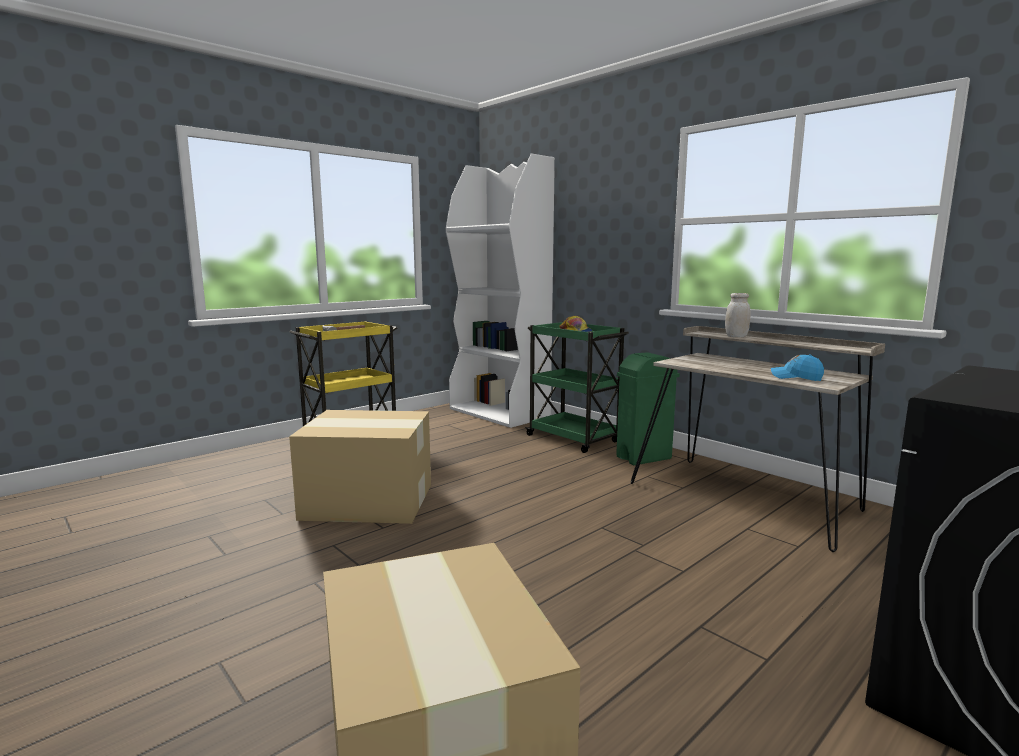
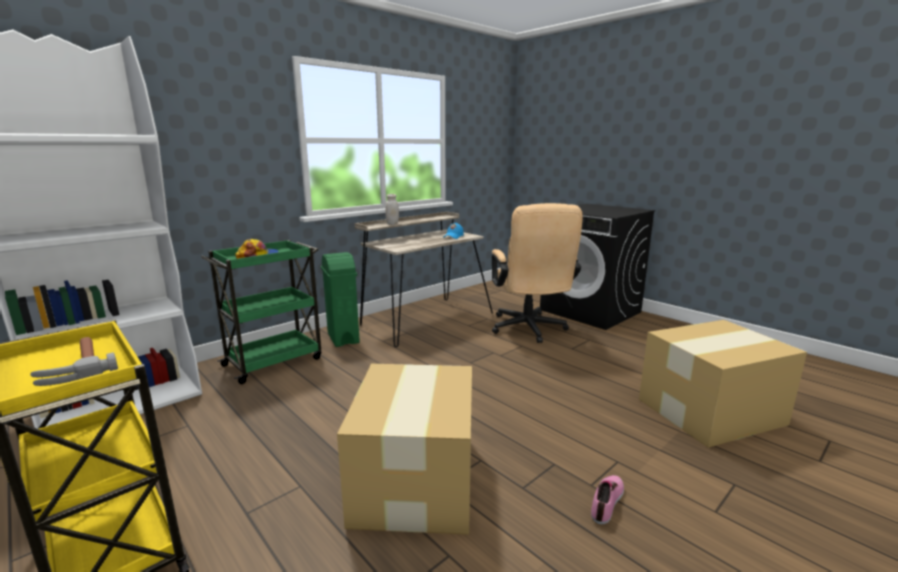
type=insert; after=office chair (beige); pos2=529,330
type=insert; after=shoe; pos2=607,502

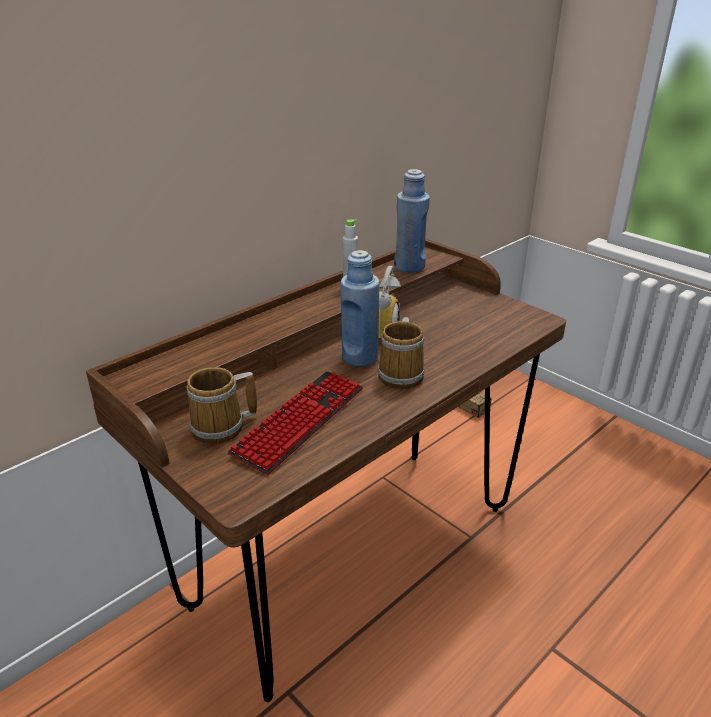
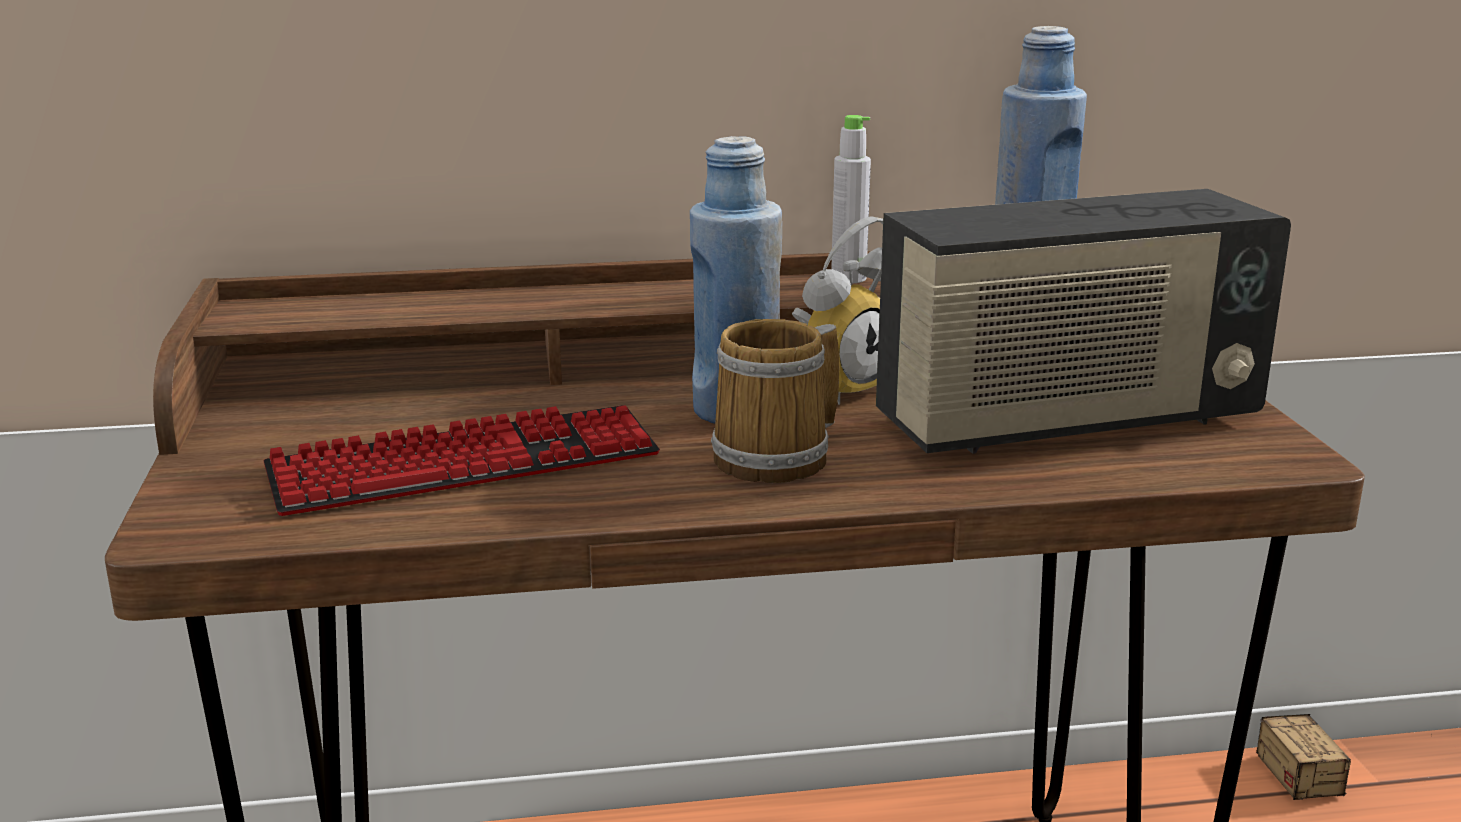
type=delete; before=mug; pos1=222,428
type=insert; after=radio; pos2=1067,423

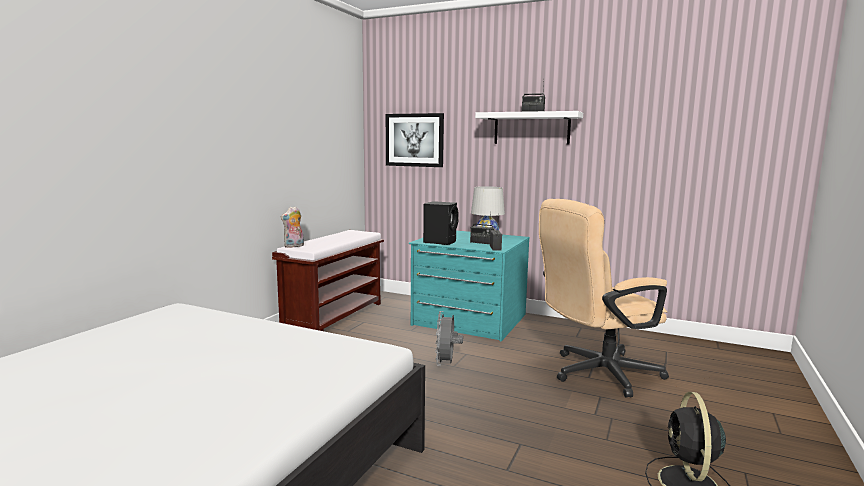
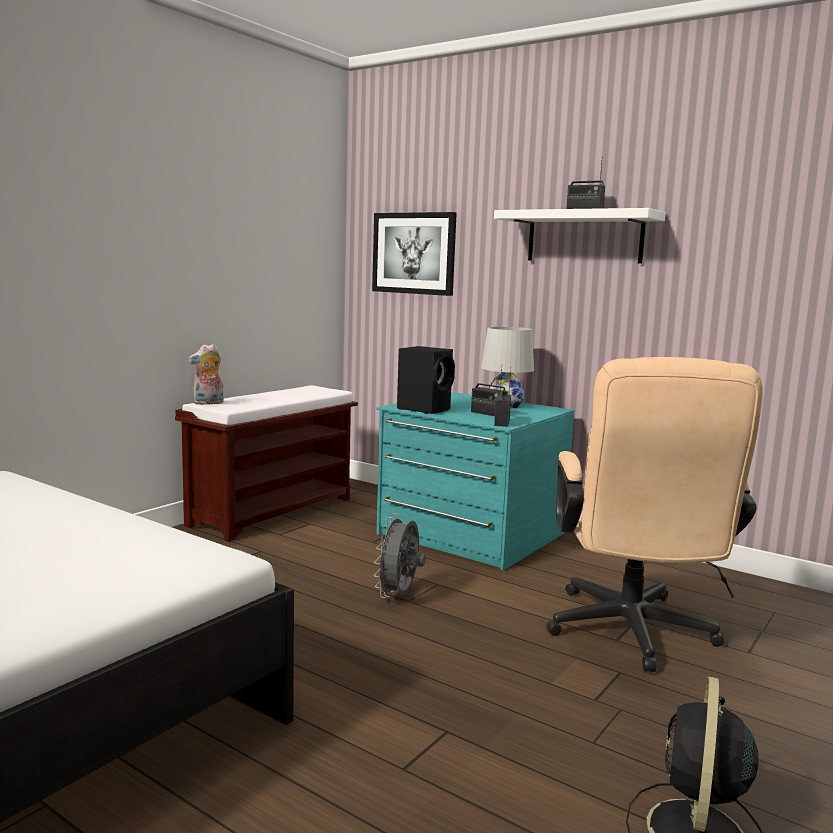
type=rotate; before=office chair (beige); pos1=596,374; pos2=632,636; turn=-75

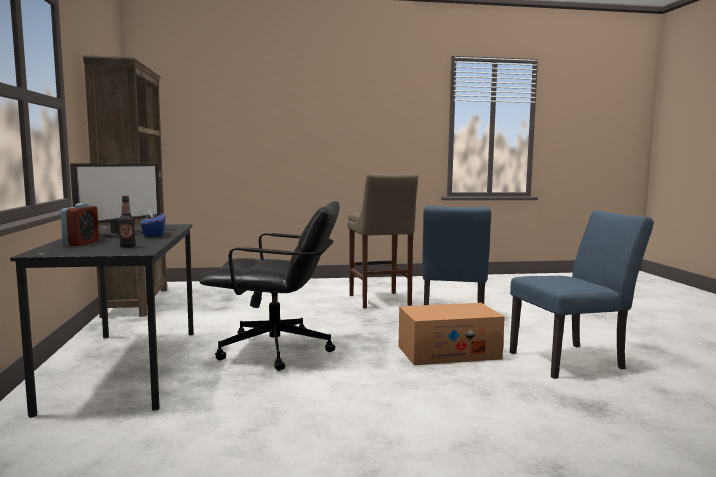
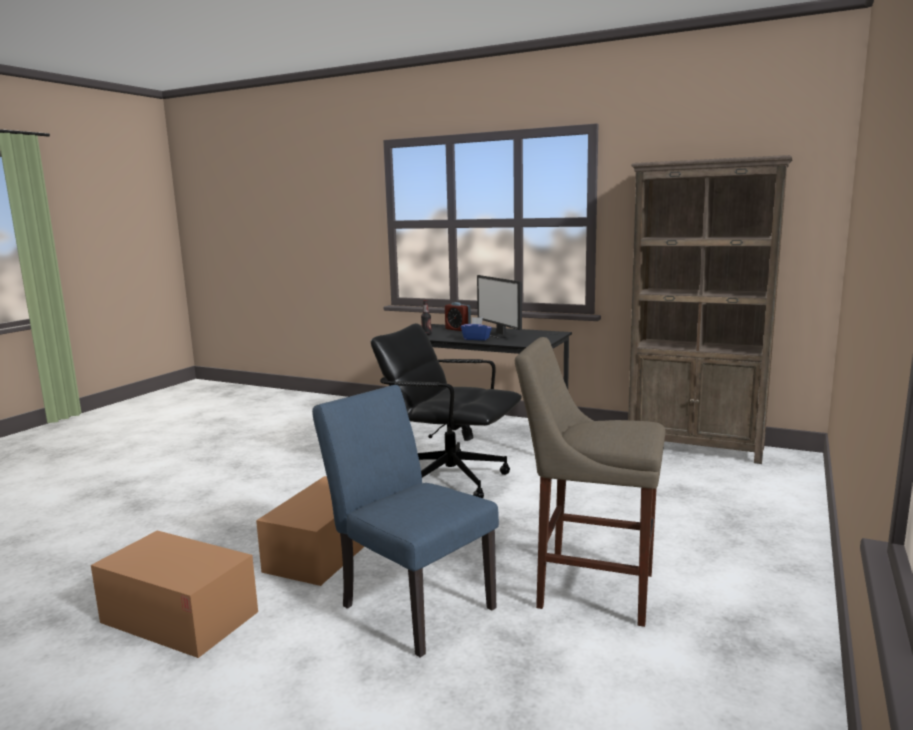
type=rotate; before=office chair (black); pos1=276,350; pos2=449,478; turn=75
type=replace; before=chair (blue); after=cardboard box; pos1=573,360; pos2=179,617

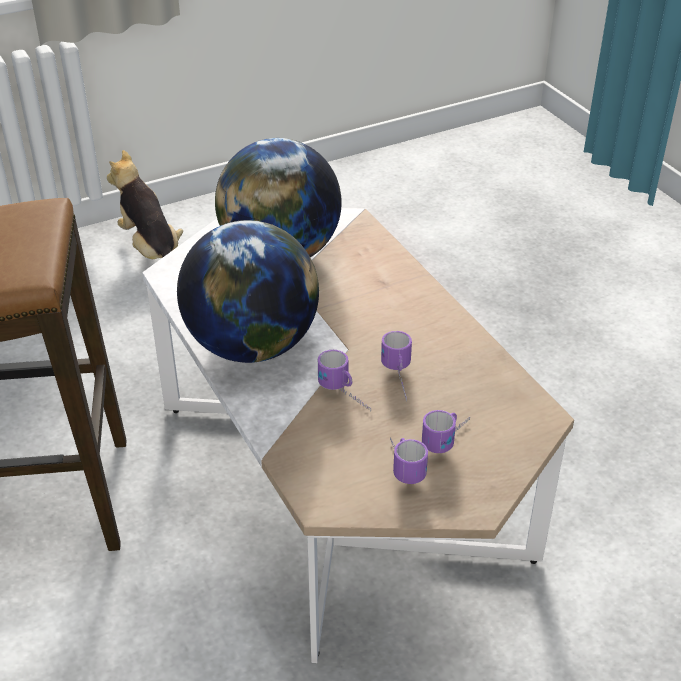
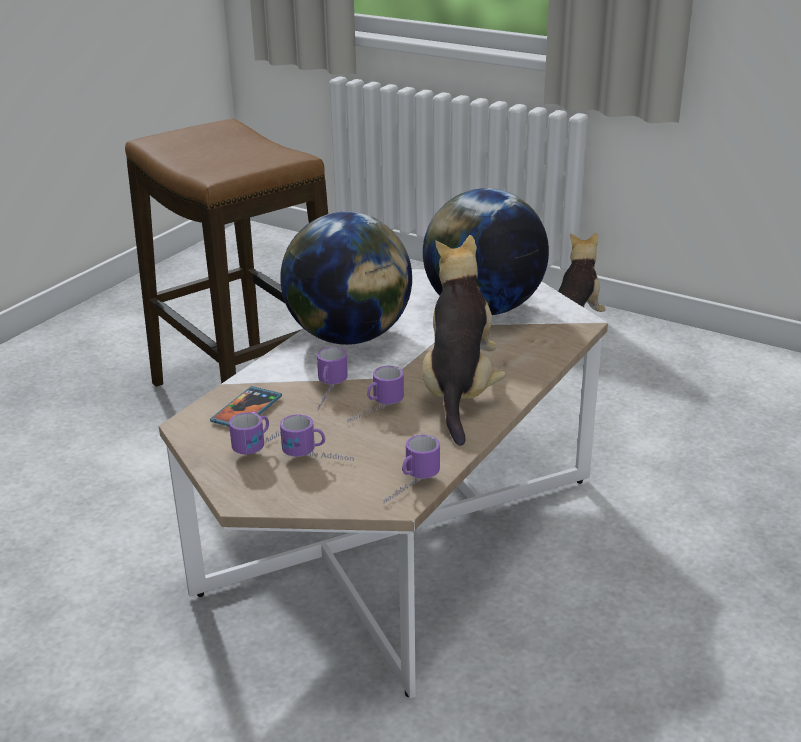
type=insert; after=phone; pos2=246,410
type=insert; after=mug; pos2=409,487
type=insert; after=plush toy; pos2=459,391

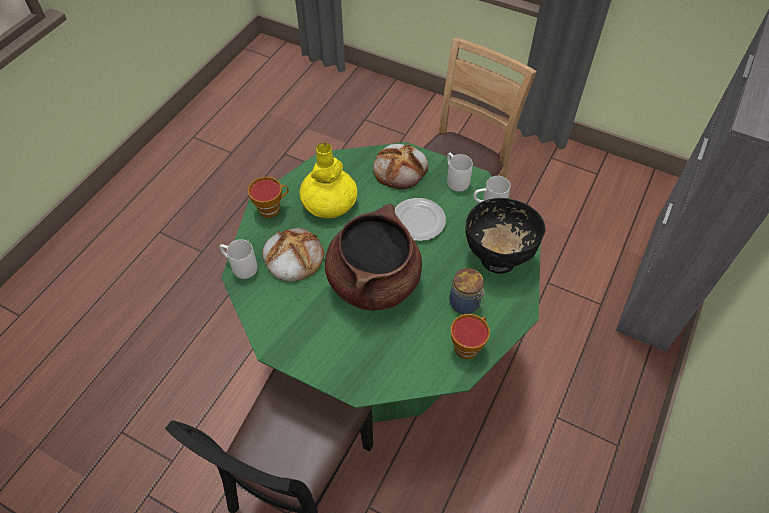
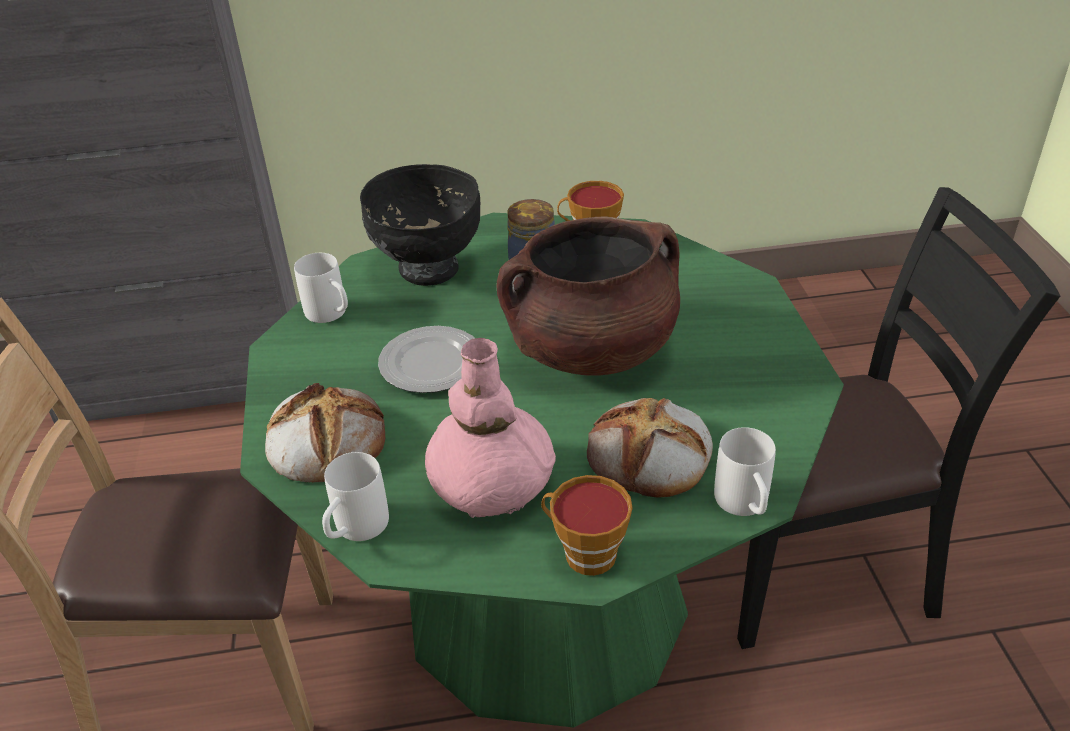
type=recolor; before=vase (yellow); after=vase (pink); pos1=329,202; pos2=491,484
type=move; before=mug (white); pos1=455,179; pos2=355,531

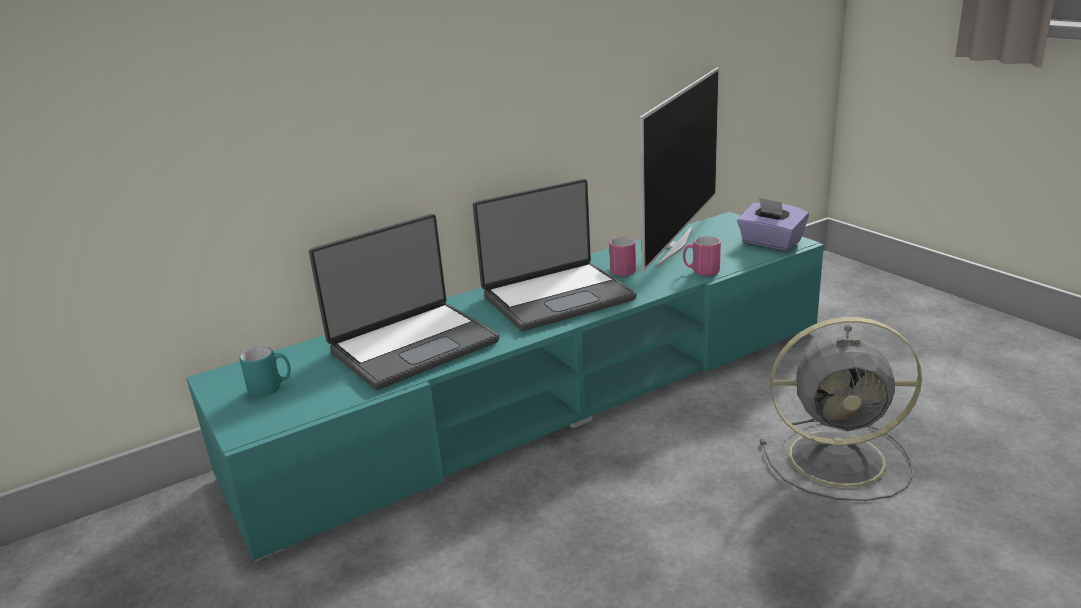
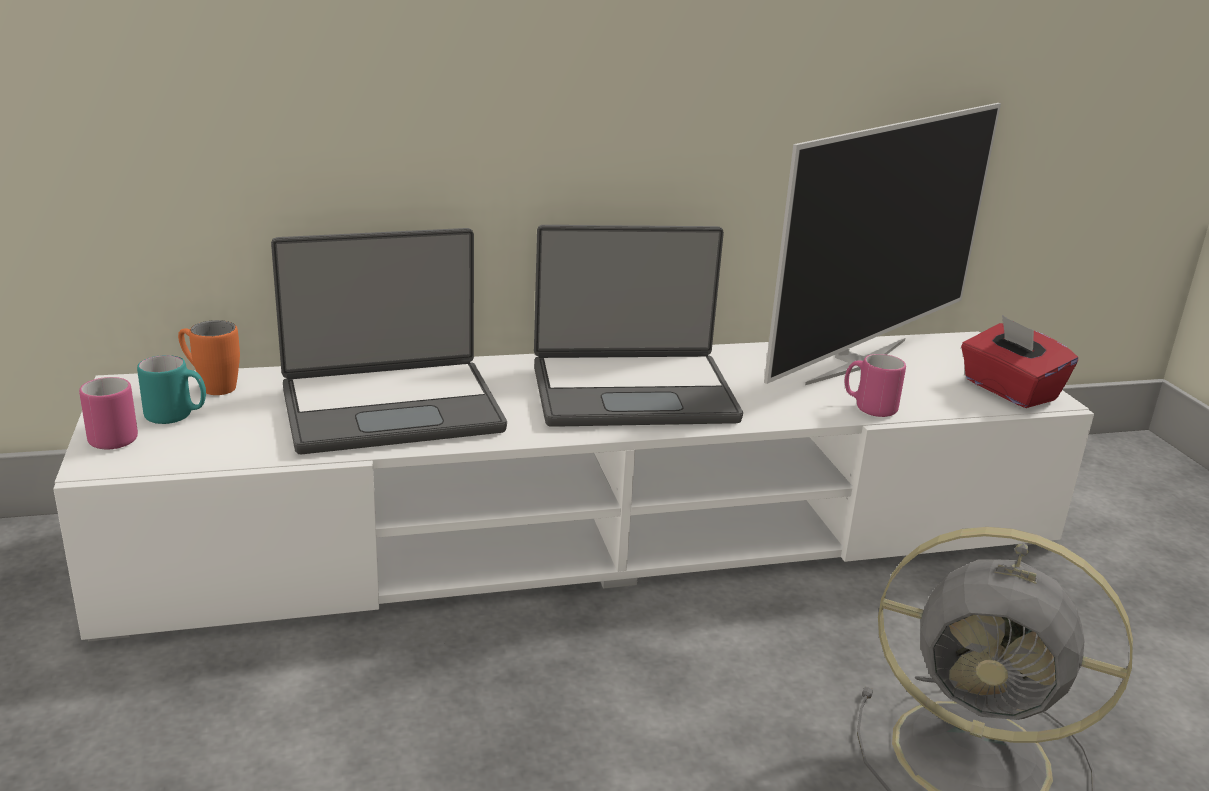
type=recolor; before=tv stand (turquoise); after=tv stand (white); pos1=548,396; pos2=599,533
type=move; before=mug (pink); pos1=620,270; pos2=115,436
type=recolor; before=tissue box (purple); after=tissue box (red); pos1=770,242; pos2=1009,391
type=insert; after=mug (orange); pos2=210,386

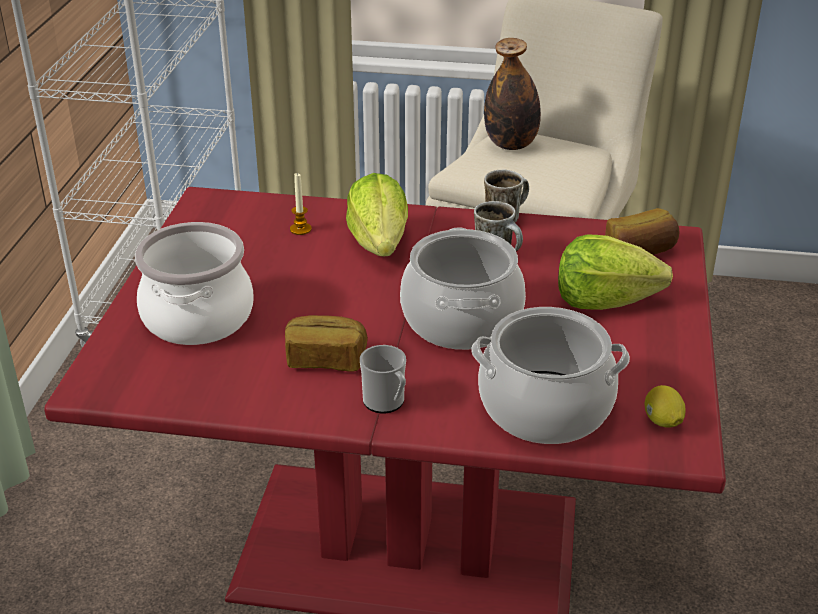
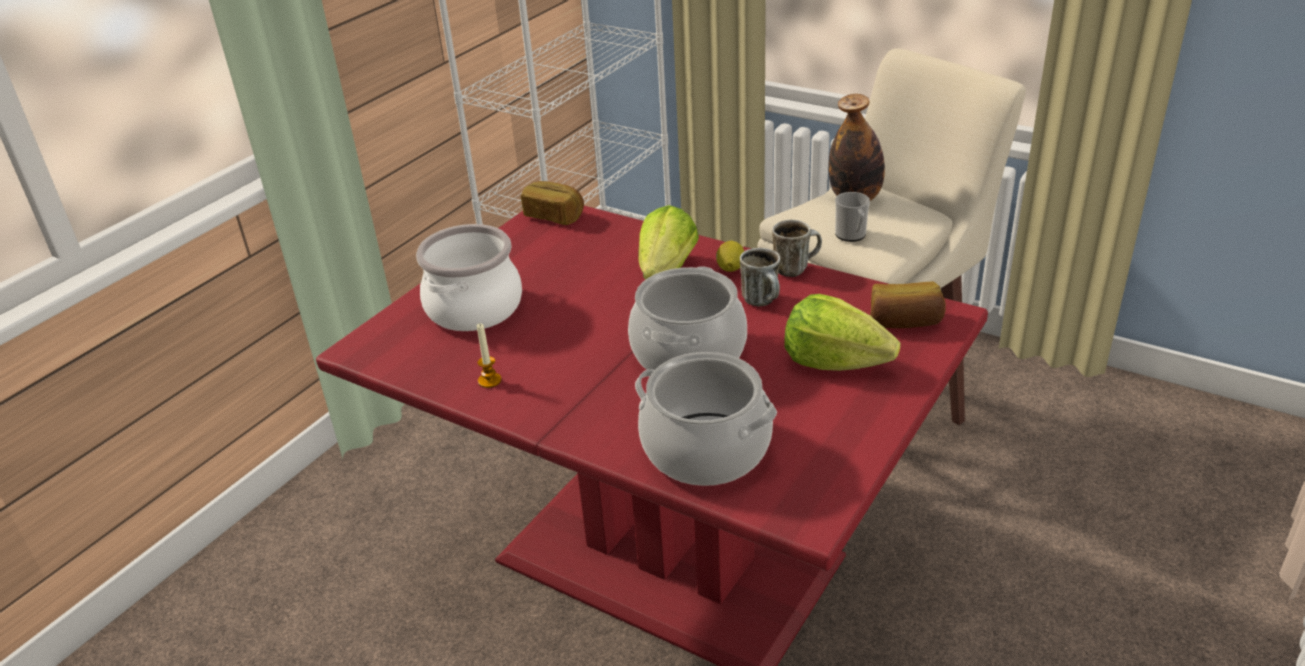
type=move; before=bread; pos1=326,359; pos2=554,216
type=move; before=candle; pos1=300,229; pos2=489,380
type=move; before=mug; pos1=386,403; pos2=852,236
type=move; before=lemon; pos1=662,422; pos2=730,269

